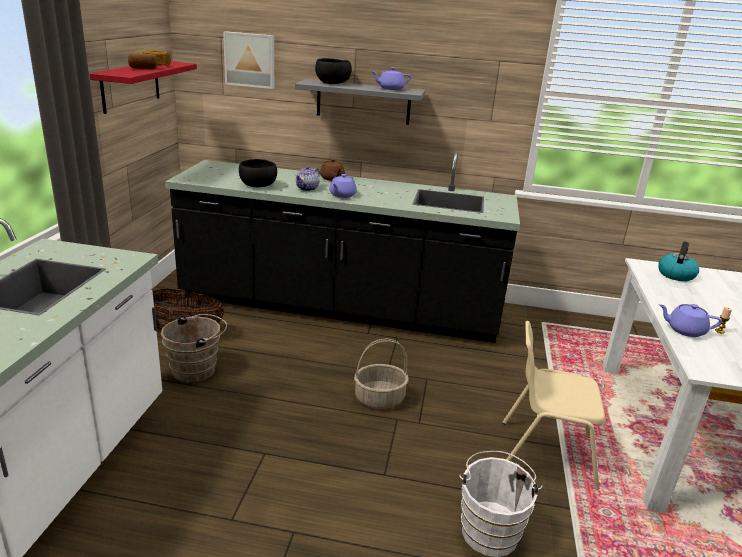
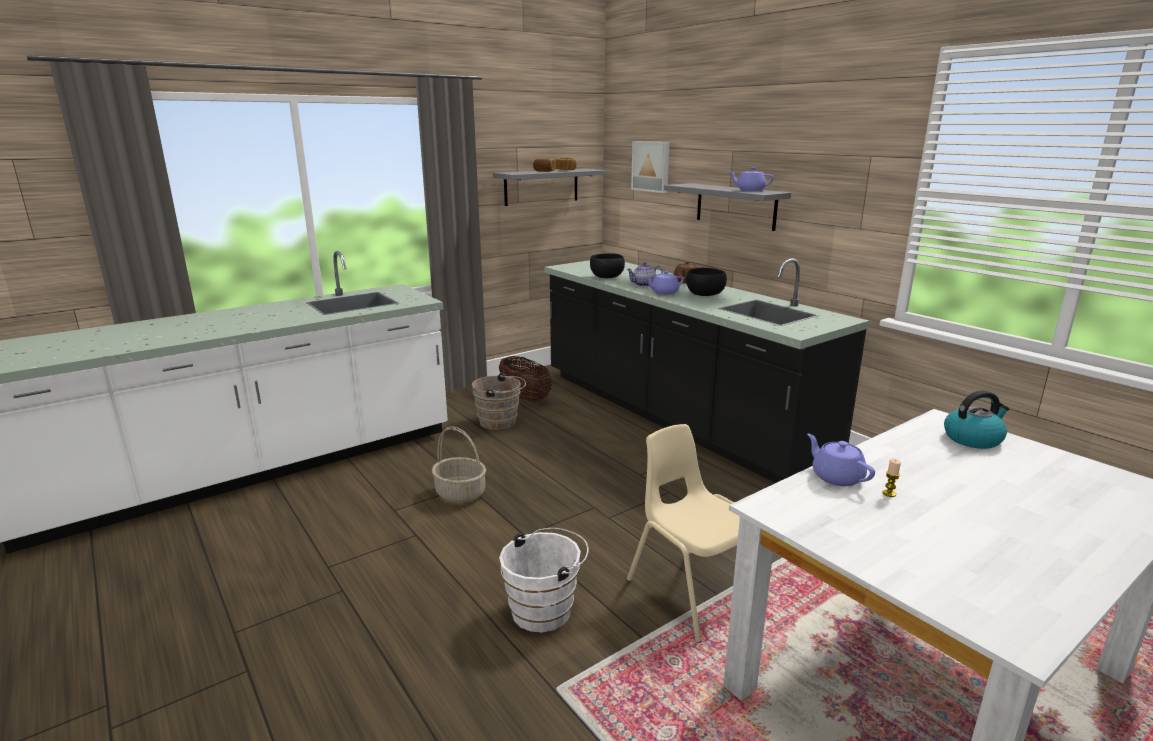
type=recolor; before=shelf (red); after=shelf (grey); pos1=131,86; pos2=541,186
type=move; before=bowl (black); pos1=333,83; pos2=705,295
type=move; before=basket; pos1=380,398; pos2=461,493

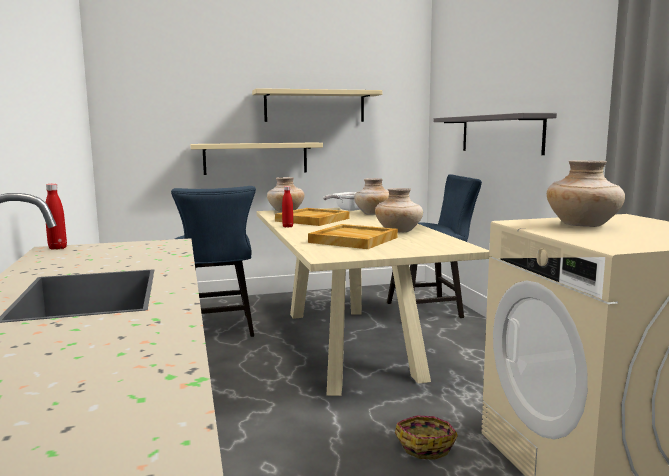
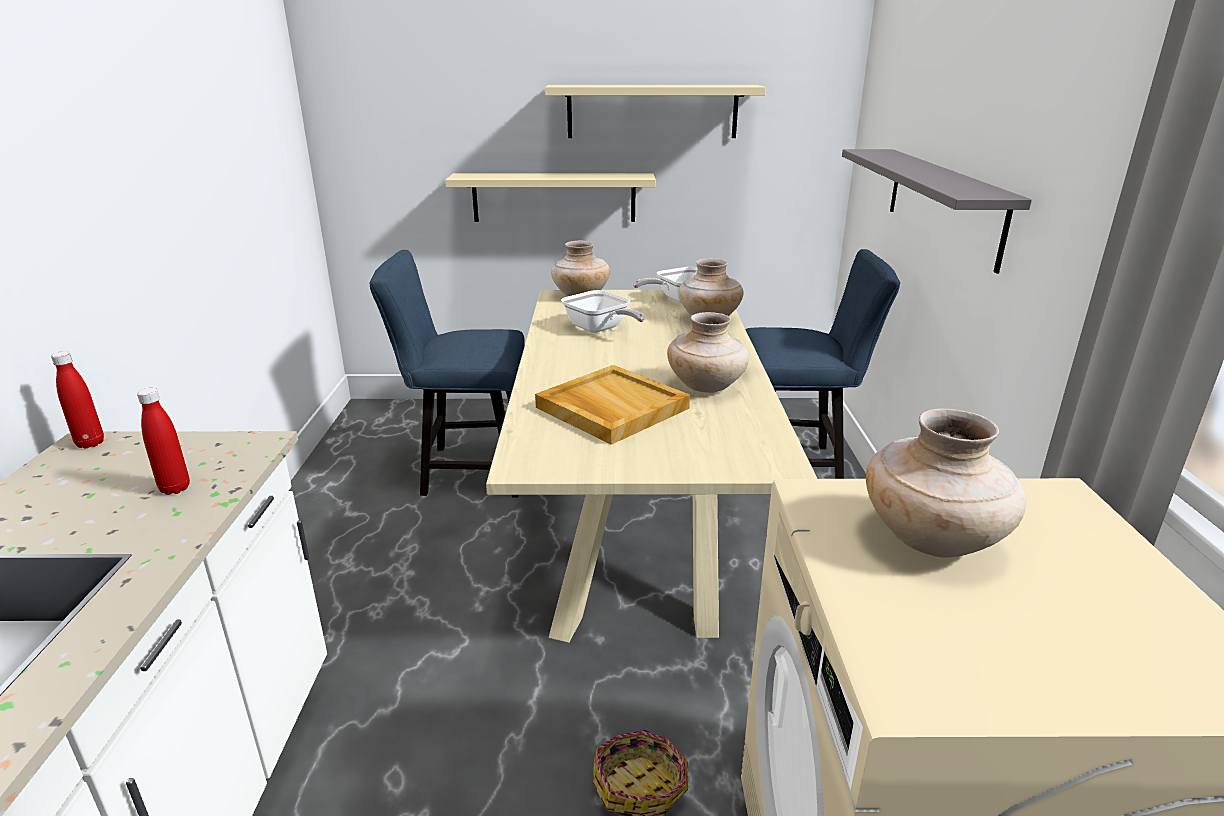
type=rotate; before=chair (blue); pos1=218,331; pos2=466,470; turn=90
type=replace; before=tray (beige); after=frying pan; pos1=312,220; pos2=600,329
type=move; before=bottle (red); pos1=288,226; pos2=175,488

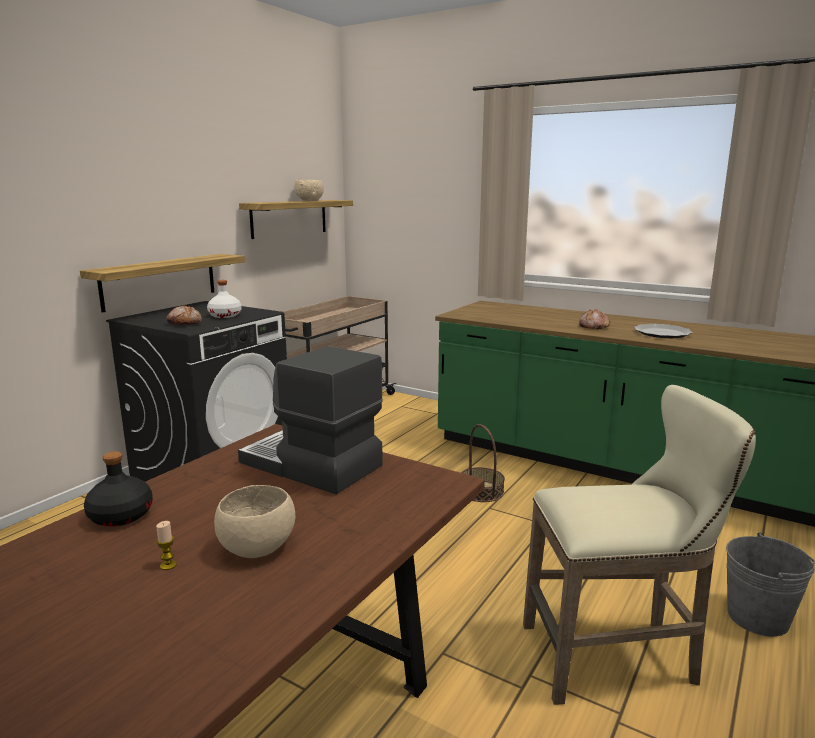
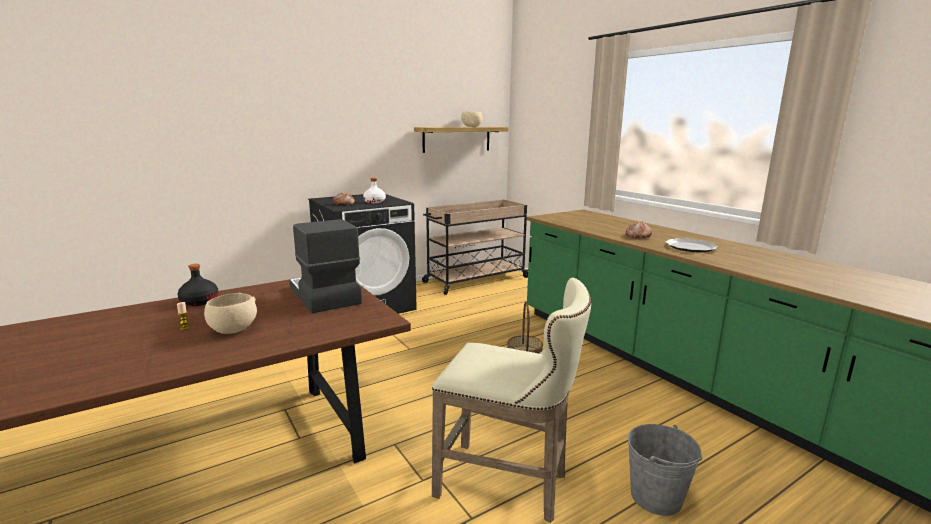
type=delete; before=shelf; pos1=160,281

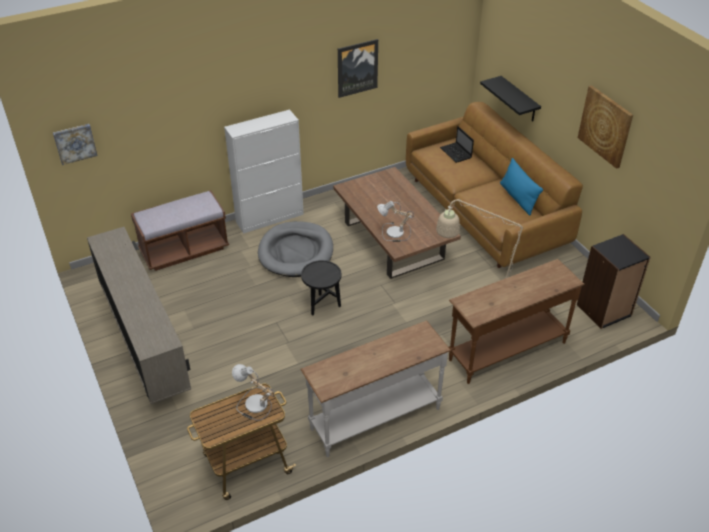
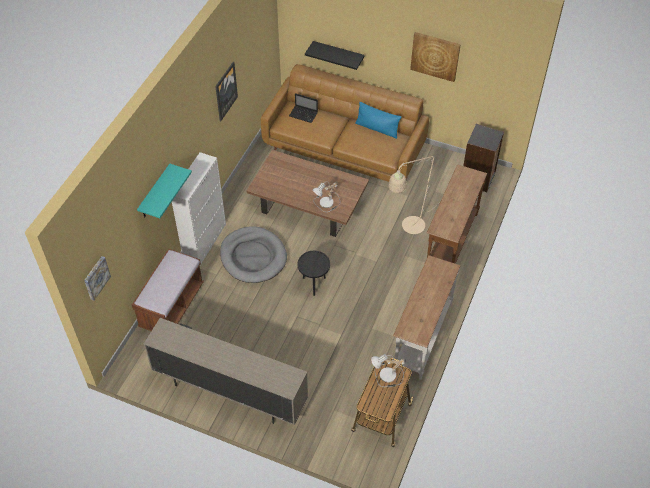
type=insert; after=shelf (turquoise); pos2=155,192

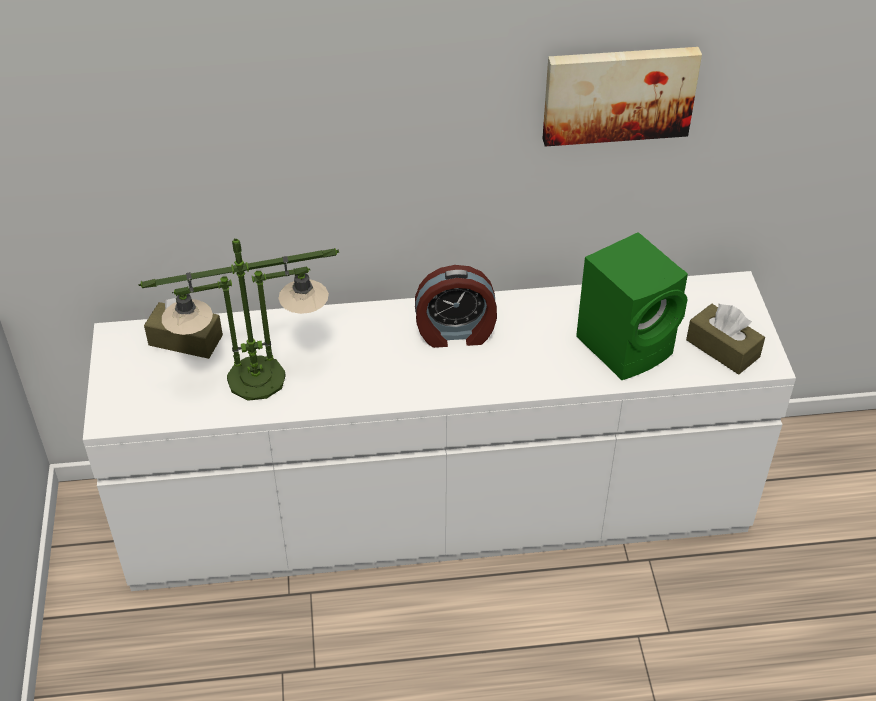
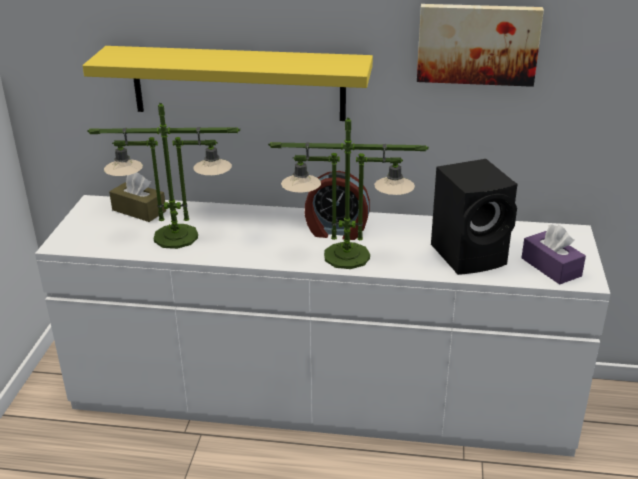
type=recolor; before=speaker (green); after=speaker (black); pos1=627,345; pos2=471,255
type=recolor; before=tissue box (brown); after=tissue box (purple); pos1=722,348; pos2=551,267
type=insert; after=shelf (yellow); pos2=238,83
type=insert; after=table lamp; pos2=347,256

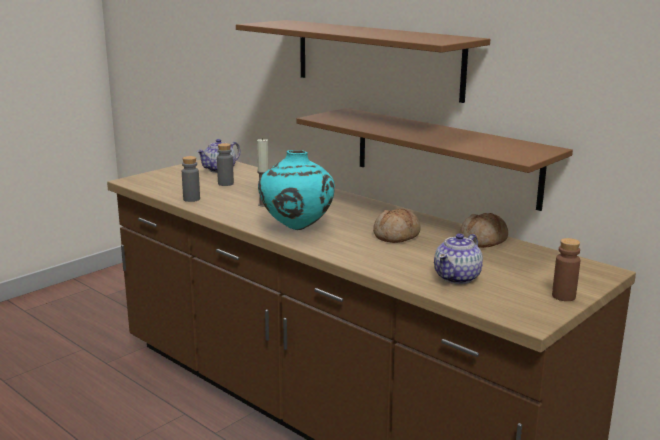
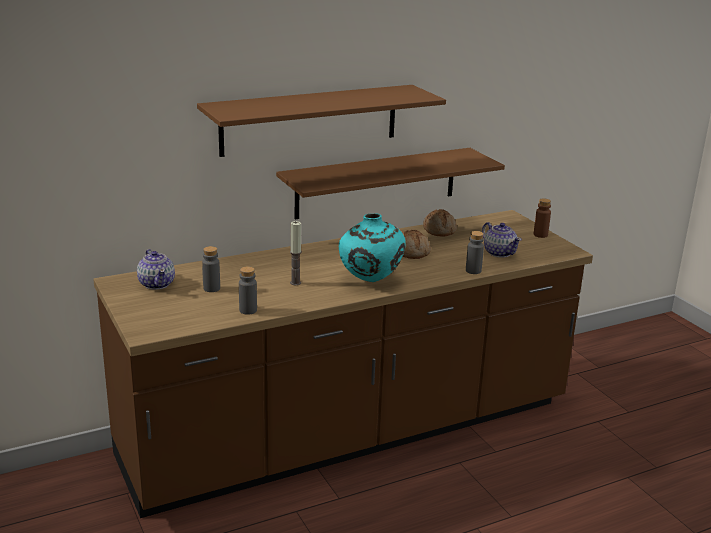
type=insert; after=bottle (grey); pos2=473,271

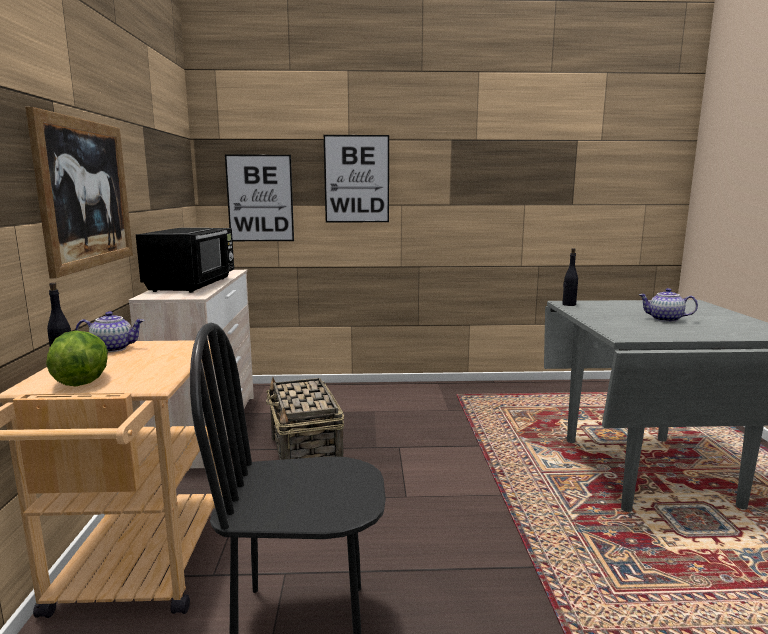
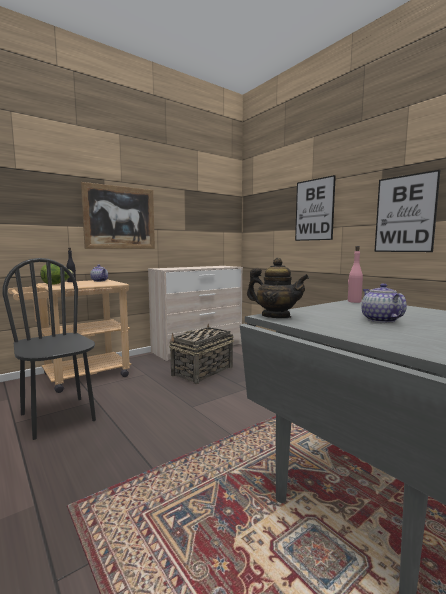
type=delete; before=microwave (black); pos1=193,284
type=move; before=picture; pos1=260,198; pos2=405,214
type=recolor; before=bottle (black); after=bottle (pink); pos1=568,304; pos2=354,301
type=insert; after=teapot; pos2=276,316

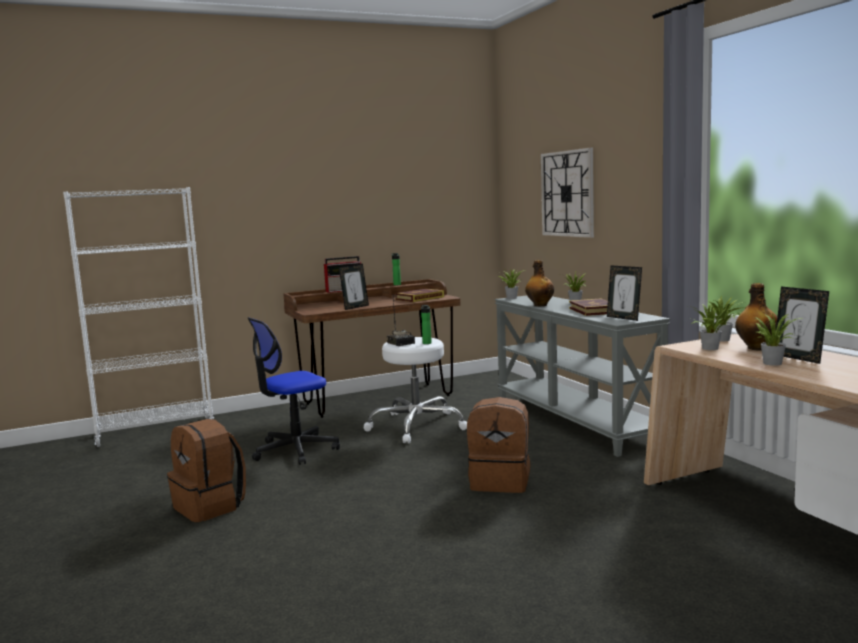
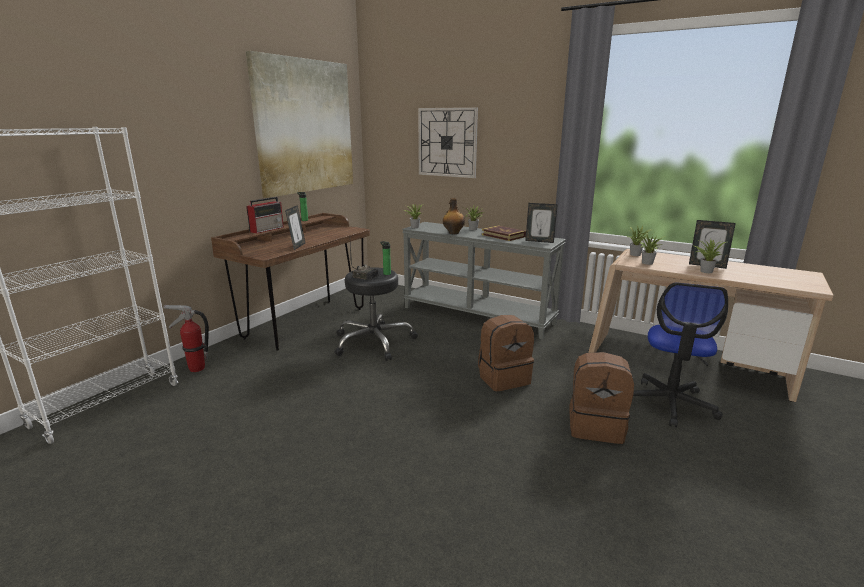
type=move; before=backpack (brown); pos1=210,507; pos2=596,426
type=move; before=office chair; pos1=295,450; pos2=670,404
type=recolor; before=stool (white); after=stool (black); pos1=416,426; pos2=373,342
type=delete; before=book; pos1=420,298
type=delete; before=bottle; pos1=757,348
type=insert; after=fire extinguisher; pos2=196,369
type=insert; after=picture; pos2=305,127

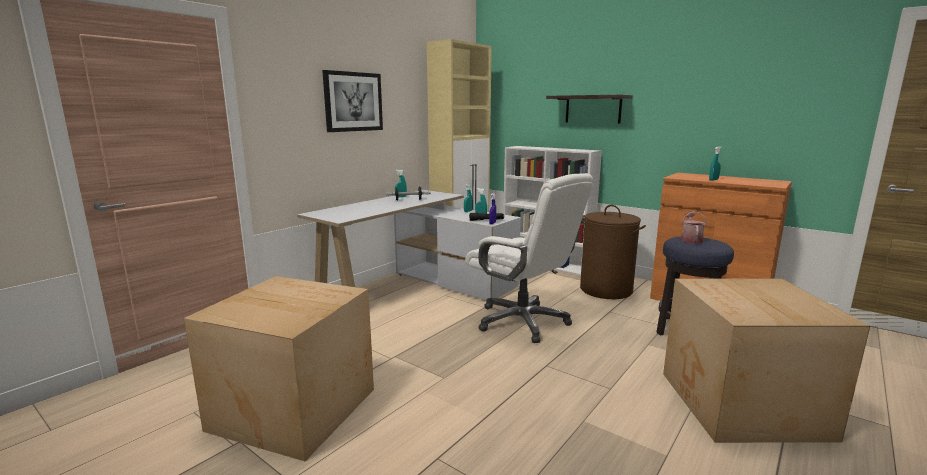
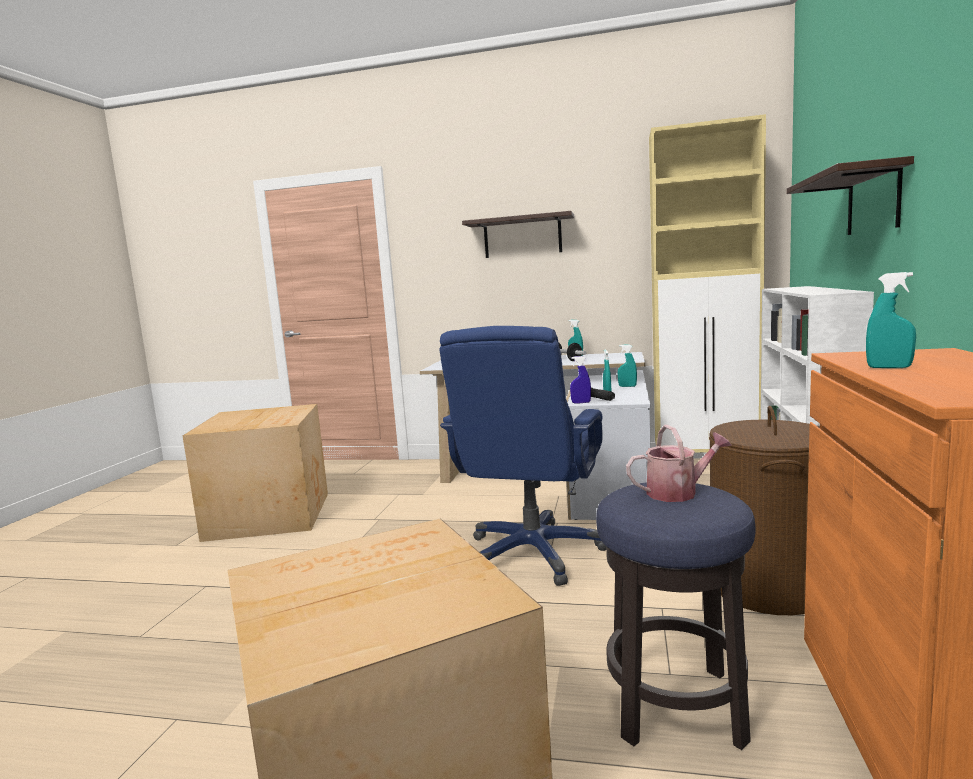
type=replace; before=picture; after=shelf; pos1=353,102; pos2=522,237
type=recolor; before=office chair (white); after=office chair (blue); pos1=523,321; pos2=533,553

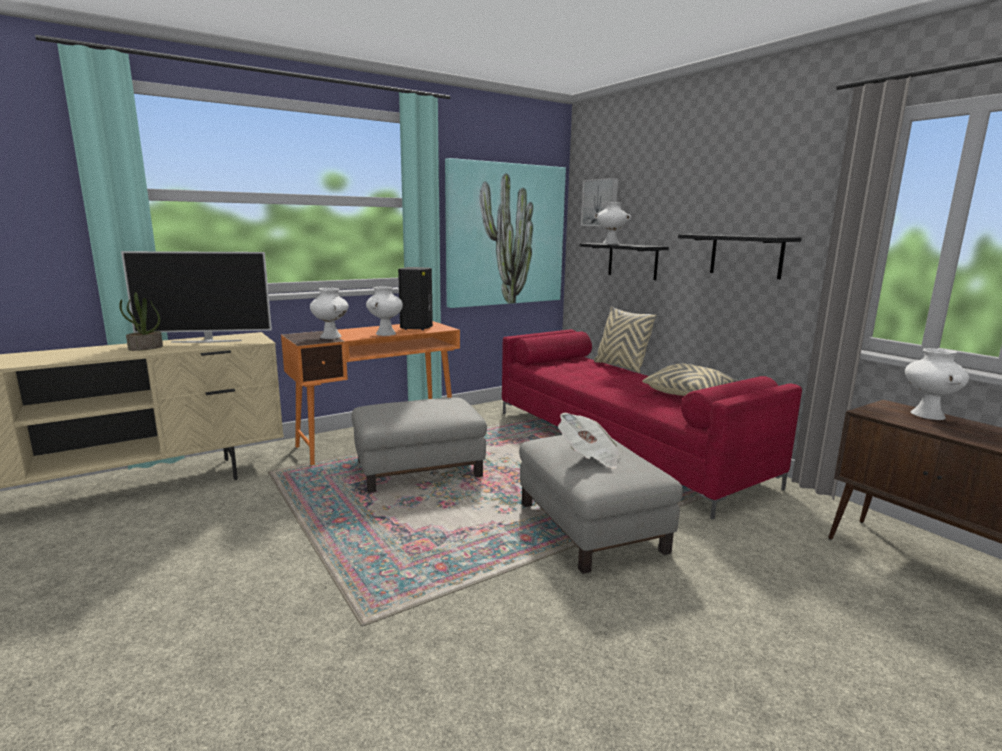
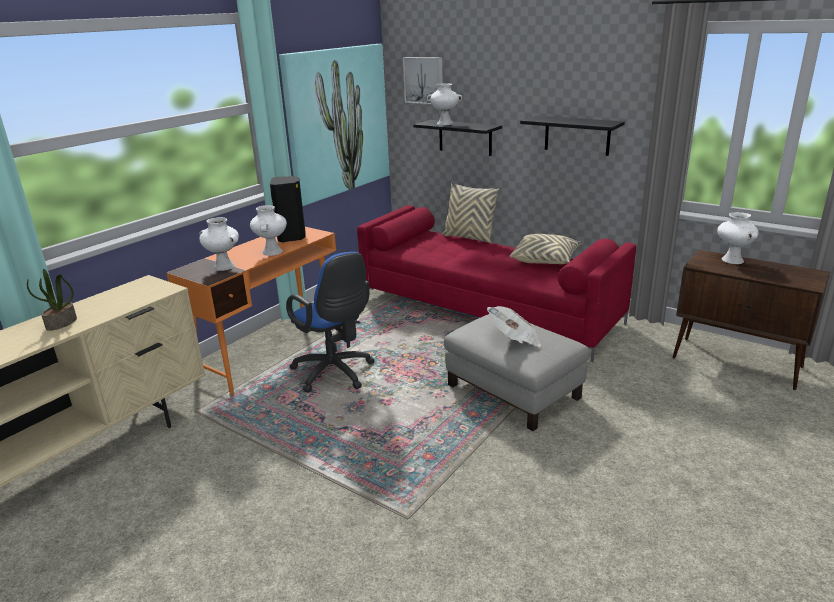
type=delete; before=television; pos1=207,341
type=replace; before=ottoman (grey); after=office chair (blue); pos1=418,469; pos2=335,374

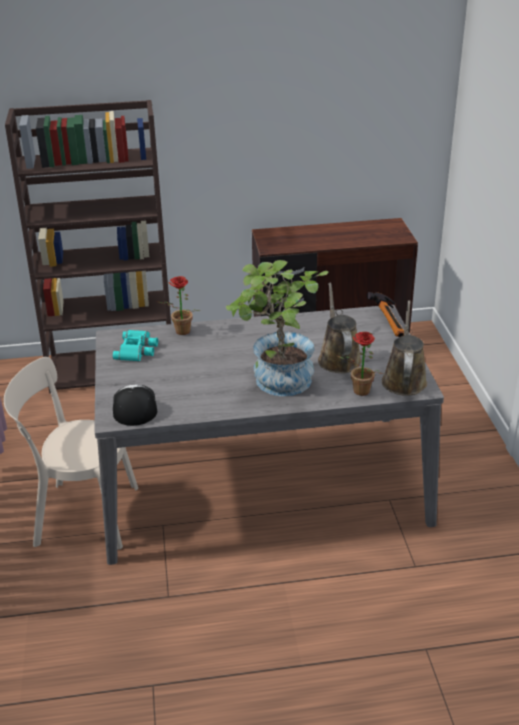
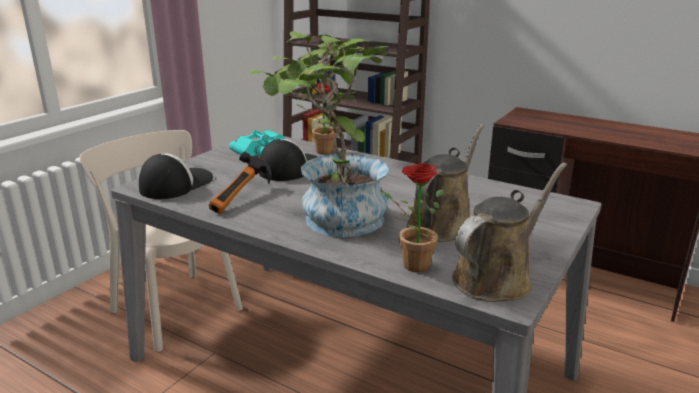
type=move; before=hammer; pos1=390,323; pos2=244,198
type=insert; after=cap; pos2=290,168

